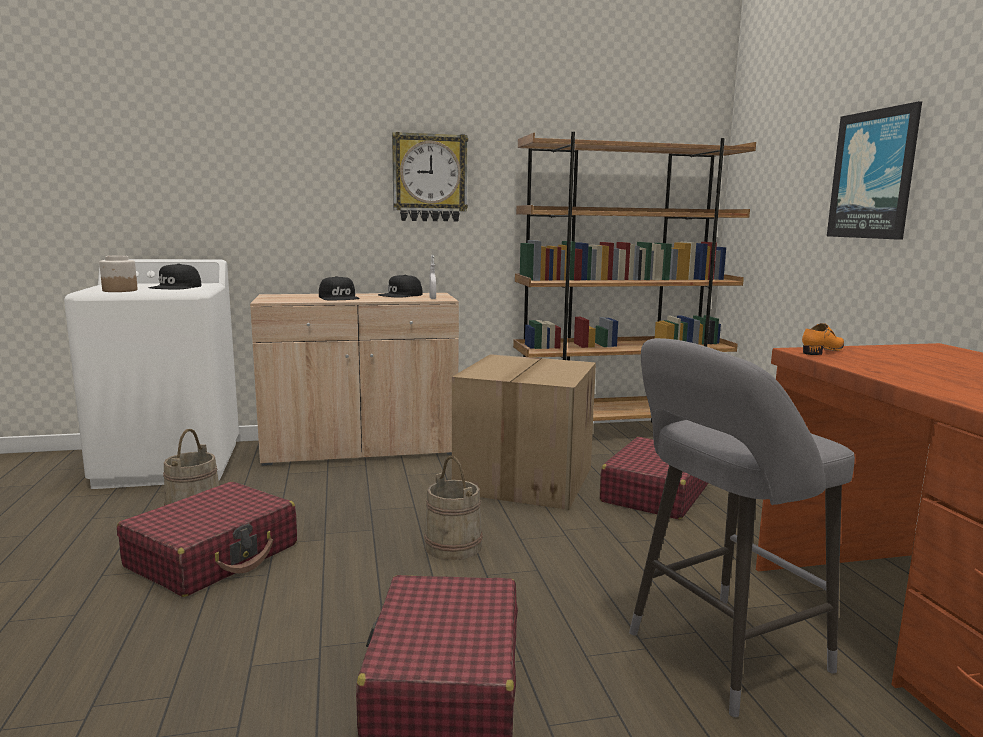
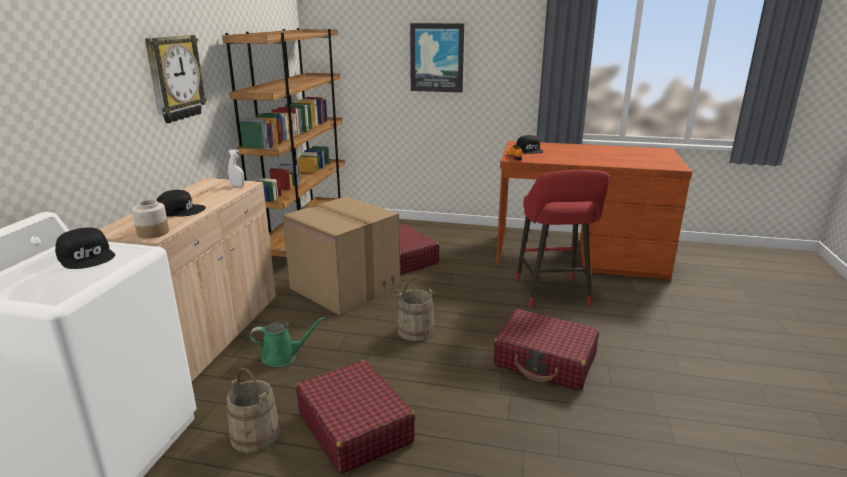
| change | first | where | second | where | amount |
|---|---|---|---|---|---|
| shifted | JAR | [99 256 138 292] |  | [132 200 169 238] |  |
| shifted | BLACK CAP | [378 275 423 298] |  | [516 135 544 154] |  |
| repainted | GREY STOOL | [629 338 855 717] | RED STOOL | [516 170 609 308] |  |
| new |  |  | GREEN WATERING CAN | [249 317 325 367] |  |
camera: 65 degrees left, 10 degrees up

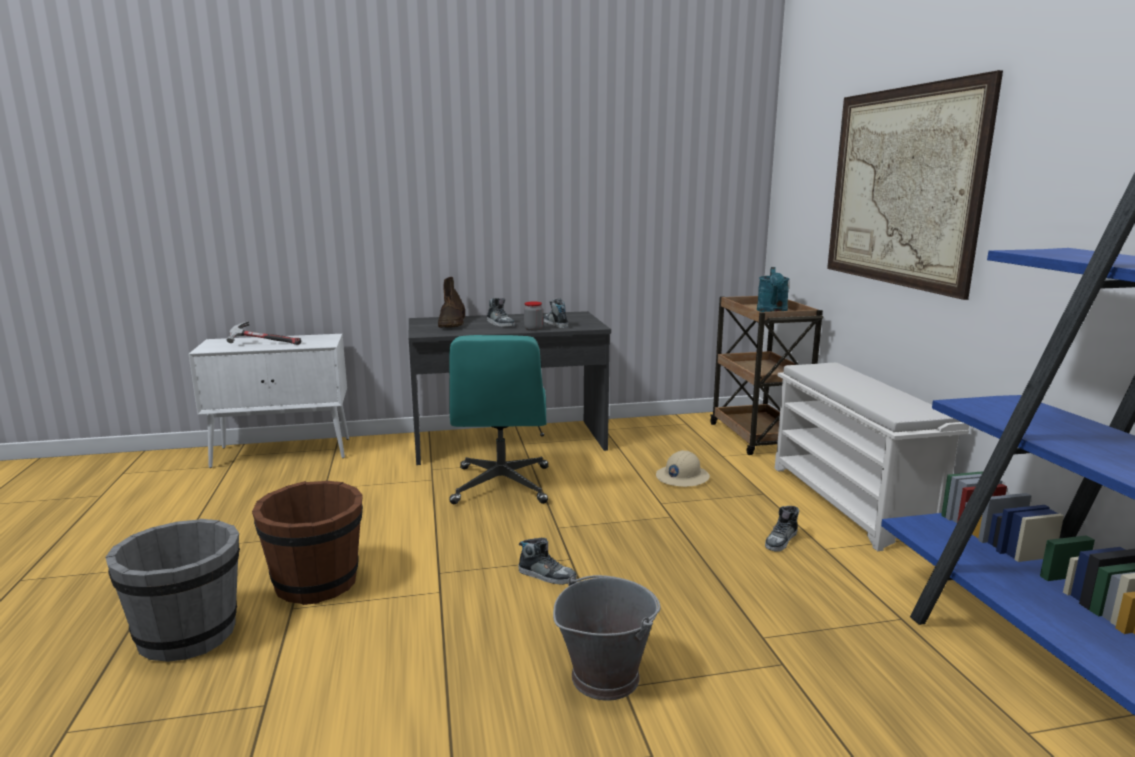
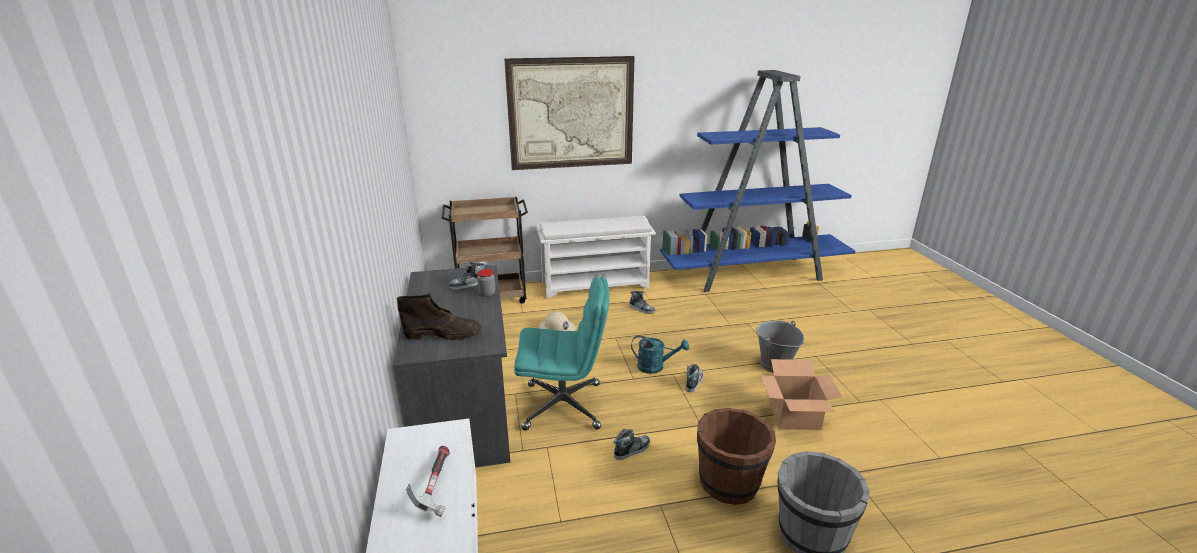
| change | first | where | second | where | amount |
|---|---|---|---|---|---|
| shifted | SHOE | [487 298 515 327] |  | [613 428 650 460] |  |
| shifted | TURQUOISE WATERING CAN | [757 267 789 312] |  | [631 335 689 374] |  |
| new |  |  | CARDBOARD BOX | [761 359 842 430] |  |
camera: 90 degrees left, 10 degrees up

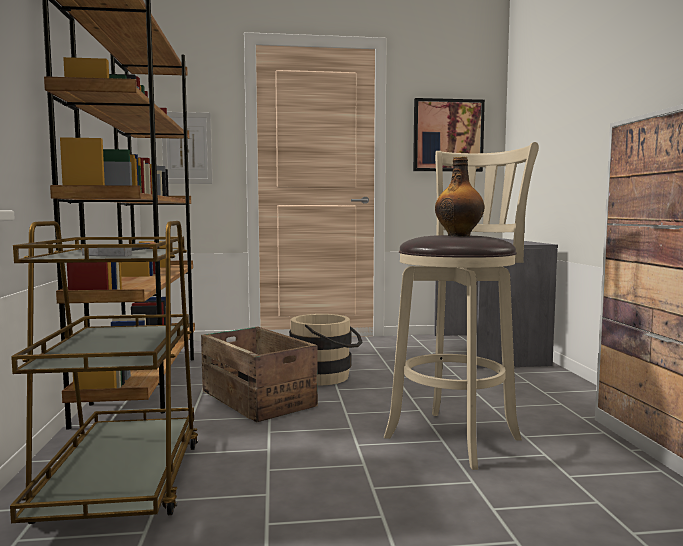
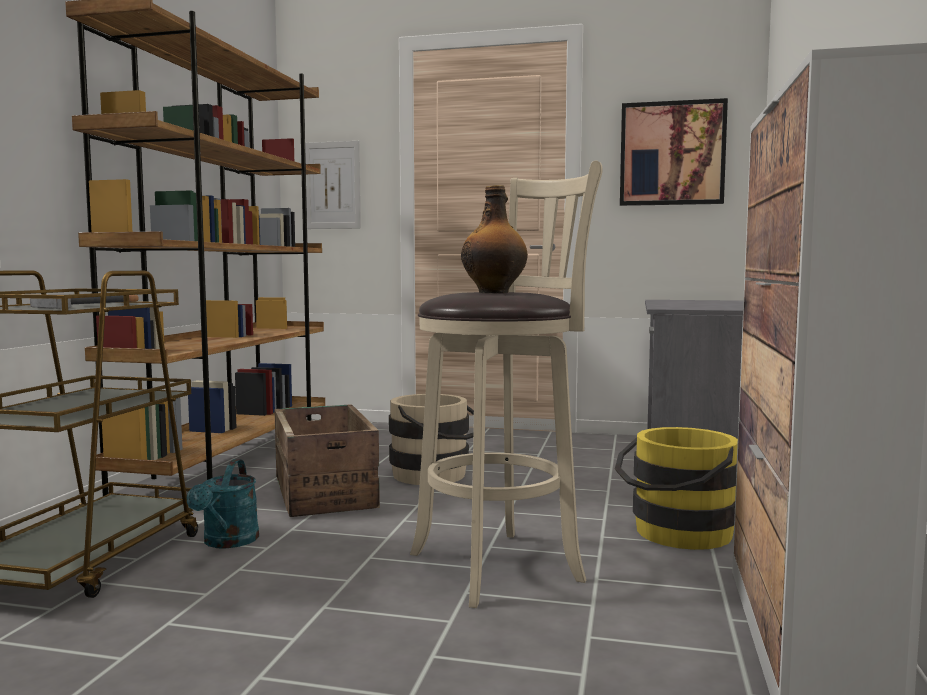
| change | first | where | second | where | amount |
|---|---|---|---|---|---|
| new |  |  | TURQUOISE WATERING CAN | [187 459 259 548] |  |
| new |  |  | YELLOW BUCKET | [615 427 738 550] |  |
camera: 20 degrees right, 0 degrees up

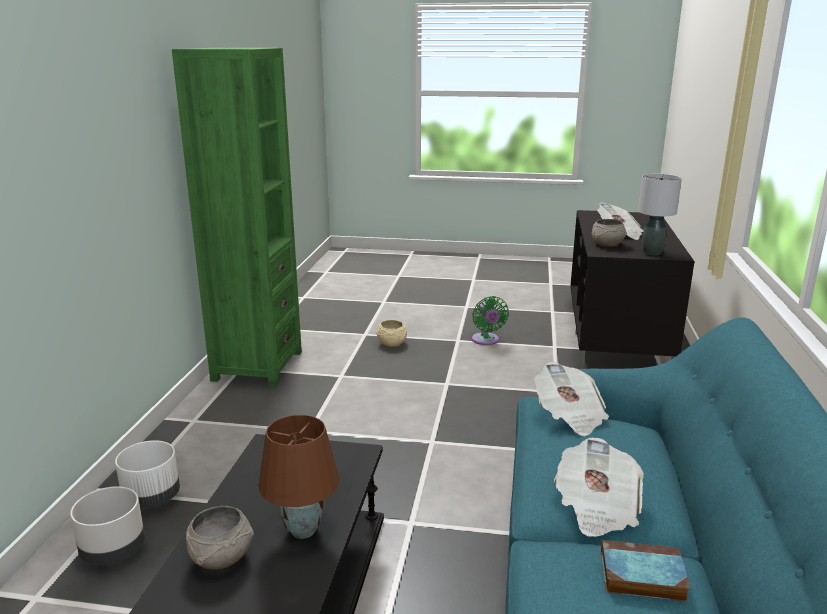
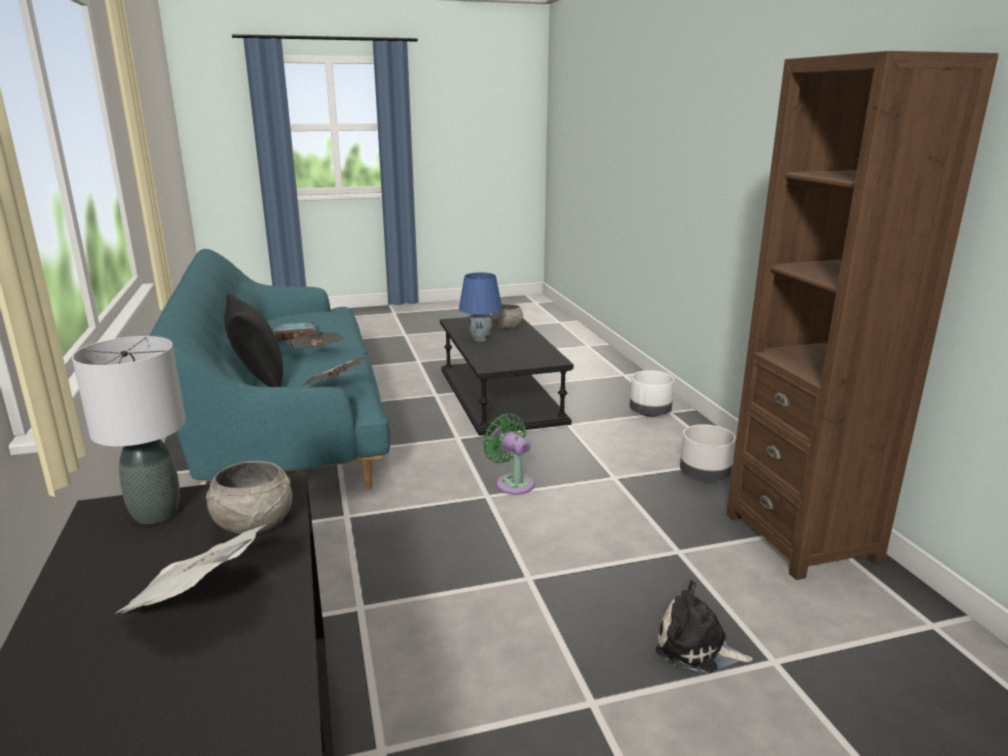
| change | first | where | second | where | amount |
|---|---|---|---|---|---|
| shifted | GREY PLANTER | [70 486 145 565] |  | [680 424 736 482] |  |
| repainted | GREEN BOOKCASE | [172 48 302 387] | BROWN BOOKCASE | [726 51 999 580] |  |
| repainted | BROWN TABLE LAMP | [258 415 340 539] | BLUE TABLE LAMP | [459 272 502 342] |  |
| swapped | BEIGE BOWL | [377 320 407 347] | PLUSH TOY | [656 580 753 673] |  |
| shifted | GREEN FAN | [472 296 509 345] |  | [482 413 535 495] |  |
| new |  |  | BLACK PILLOW | [224 294 283 387] |  |
camera: 155 degrees right, 0 degrees up

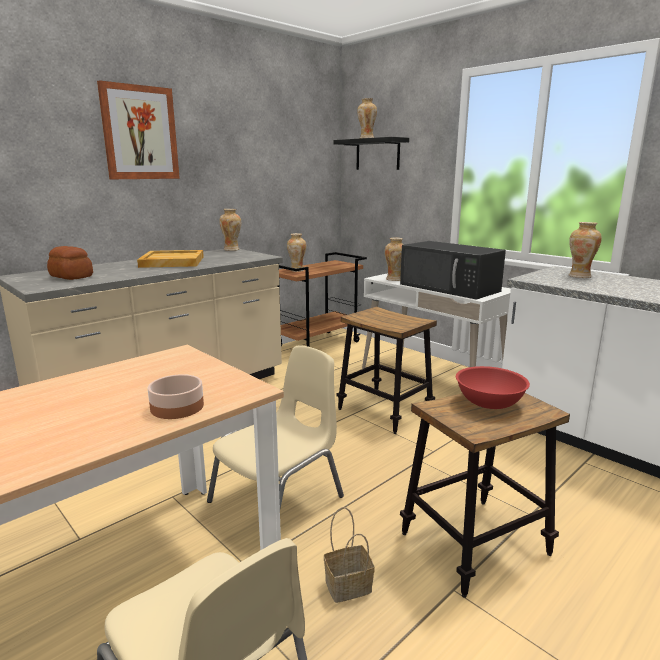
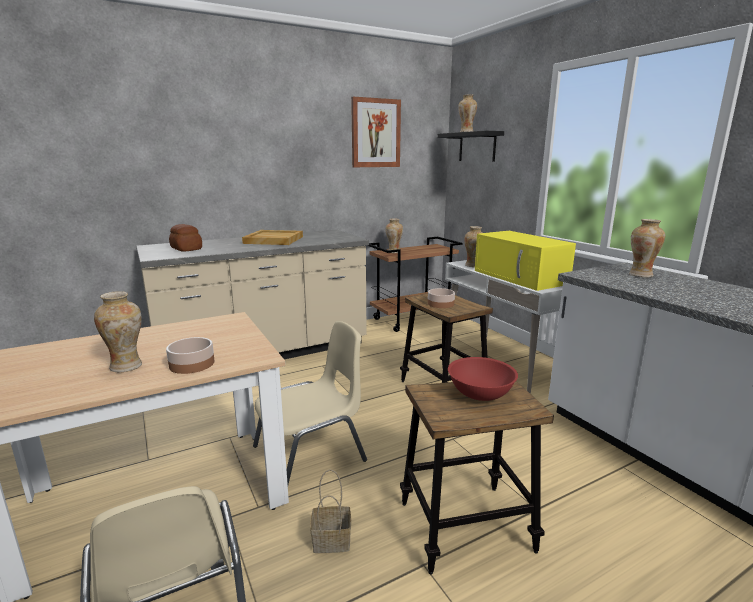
| change | first | where | second | where | amount |
|---|---|---|---|---|---|
| shifted | PICTURE | [97 80 180 179] |  | [351 97 401 167] |  |
| shifted | VASE | [219 209 241 251] |  | [94 291 142 372] |  |
| repainted | BLACK MICROWAVE | [400 241 506 300] | YELLOW MICROWAVE | [475 231 576 291] |  |
| new |  |  | BOWL | [428 288 455 308] |  |
camera: 15 degrees right, 0 degrees up

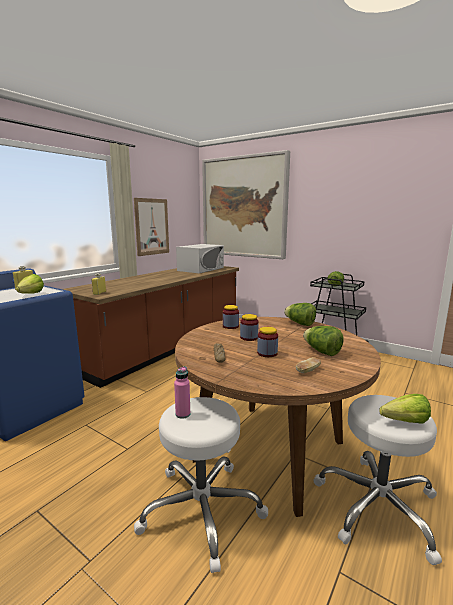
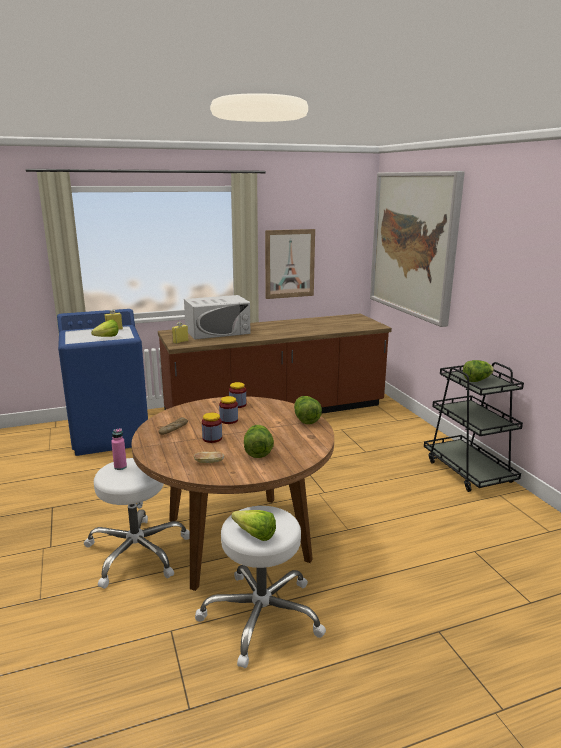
| change | first | where | second | where | amount |
|---|---|---|---|---|---|
| shifted | WHITE MICROWAVE | [176 244 224 273] |  | [184 295 250 340] |  |
camera: 35 degrees right, 5 degrees up

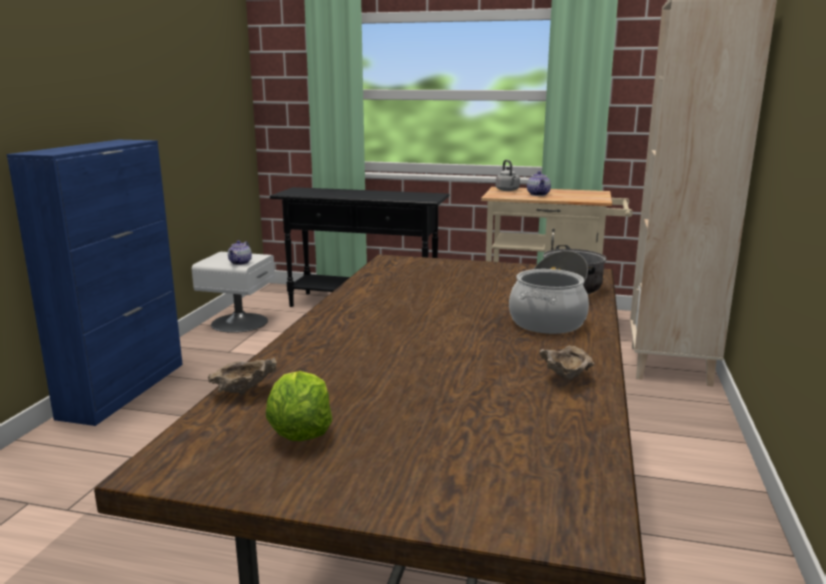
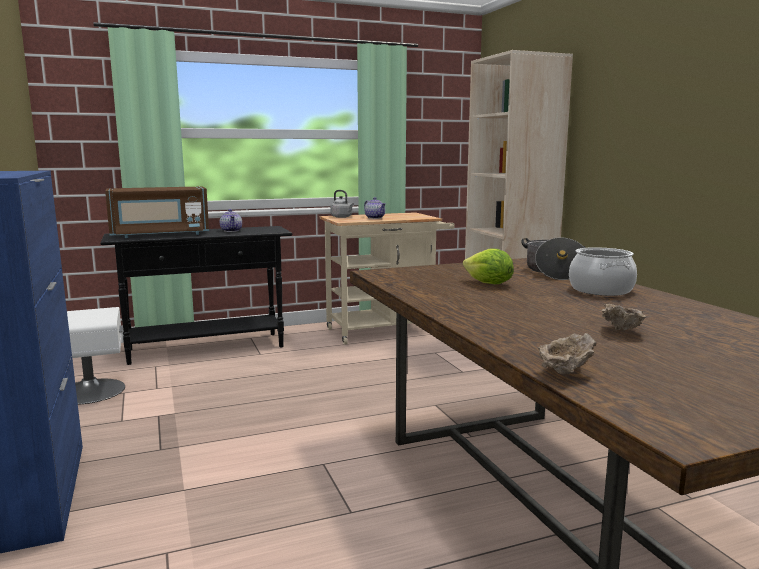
| change | first | where | second | where | amount |
|---|---|---|---|---|---|
| shifted | TEAPOT | [228 240 252 265] |  | [220 209 242 232] |  |
| shifted | LETTUCE | [266 371 332 441] |  | [463 249 514 284] |  |
| shifted | BEIGE BOWL | [540 345 594 380] |  | [602 304 646 330] |  |
| new |  |  | BROWN MICROWAVE | [105 187 209 238] |  |
camera: 35 degrees left, 5 degrees down

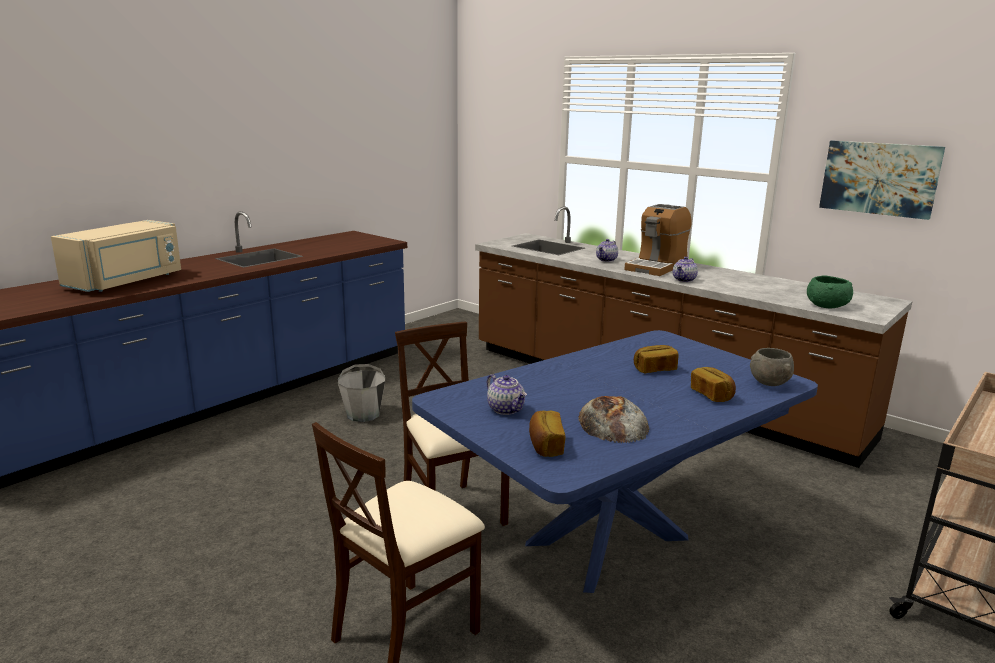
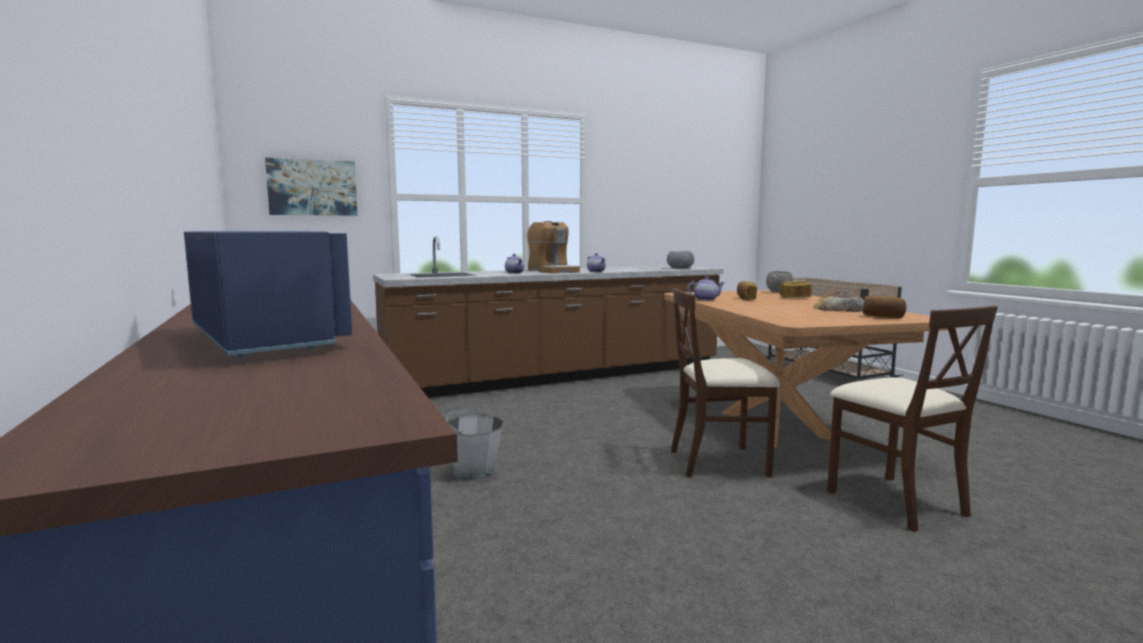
| change | first | where | second | where | amount |
|---|---|---|---|---|---|
| repainted | BEIGE MICROWAVE | [51 220 181 292] | BLUE MICROWAVE | [184 231 352 358] |  |
| repainted | BLUE DINING TABLE | [412 330 818 593] | BROWN DINING TABLE | [664 290 948 448] |  |
| shifted | TEAPOT | [487 374 527 415] |  | [688 277 725 301] |  |
| repainted | GREEN BOWL | [807 275 853 309] | GREY BOWL | [667 251 694 269] |  |
| shifted | PICTURE | [819 140 945 220] |  | [265 158 358 216] |  |
camera: 65 degrees left, 10 degrees down

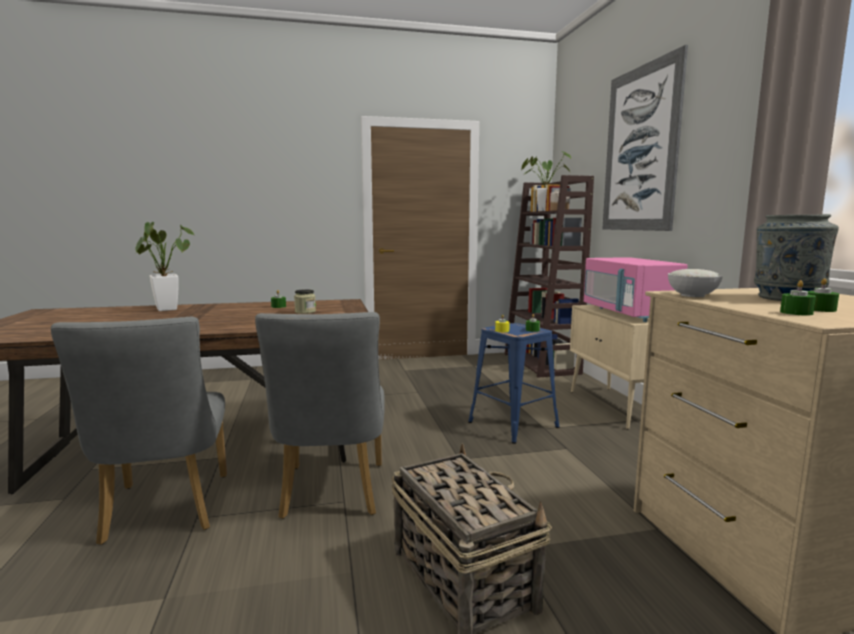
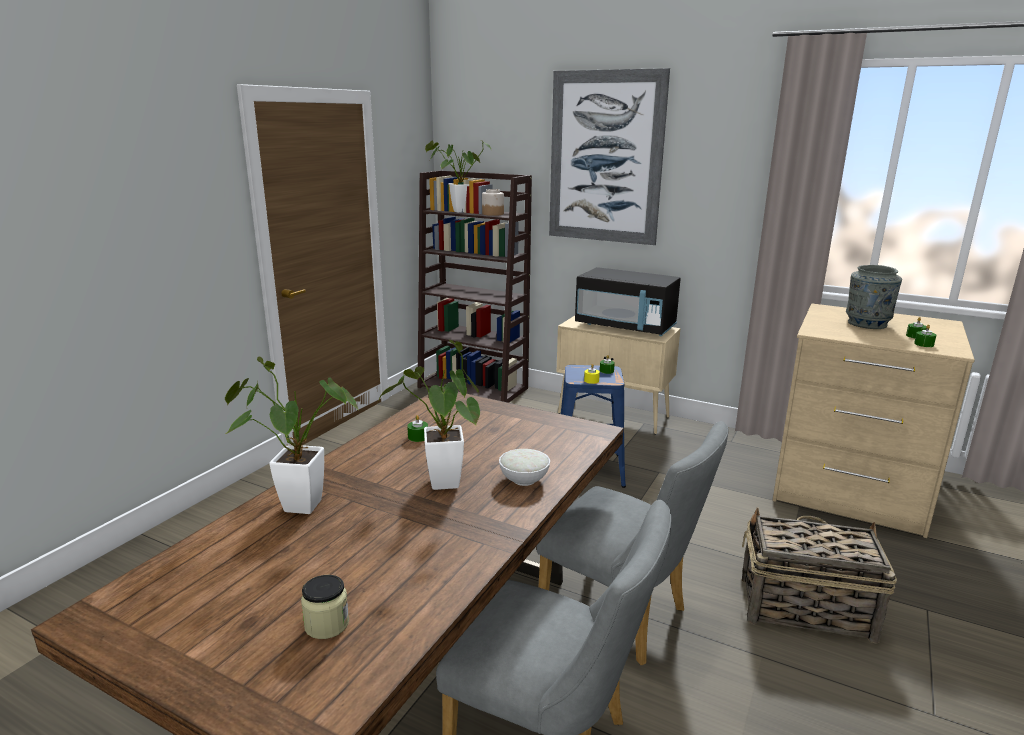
| change | first | where | second | where | amount |
|---|---|---|---|---|---|
| shifted | JAR | [294 289 316 314] |  | [301 575 349 639] |  |
| repainted | PINK MICROWAVE | [584 257 688 322] | BLACK MICROWAVE | [575 267 681 336] |  |
| shifted | WHITE BOWL | [668 269 723 297] |  | [499 449 550 486] |  |
| new |  |  | POTTED PLANT | [379 340 480 490] |  |
camera: 50 degrees left, 10 degrees up

